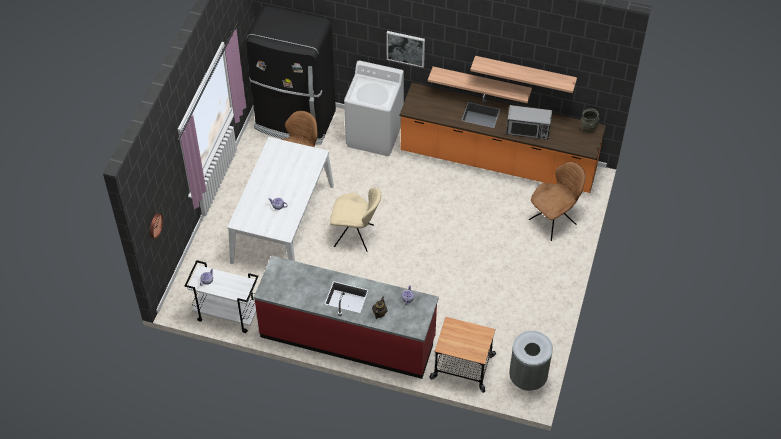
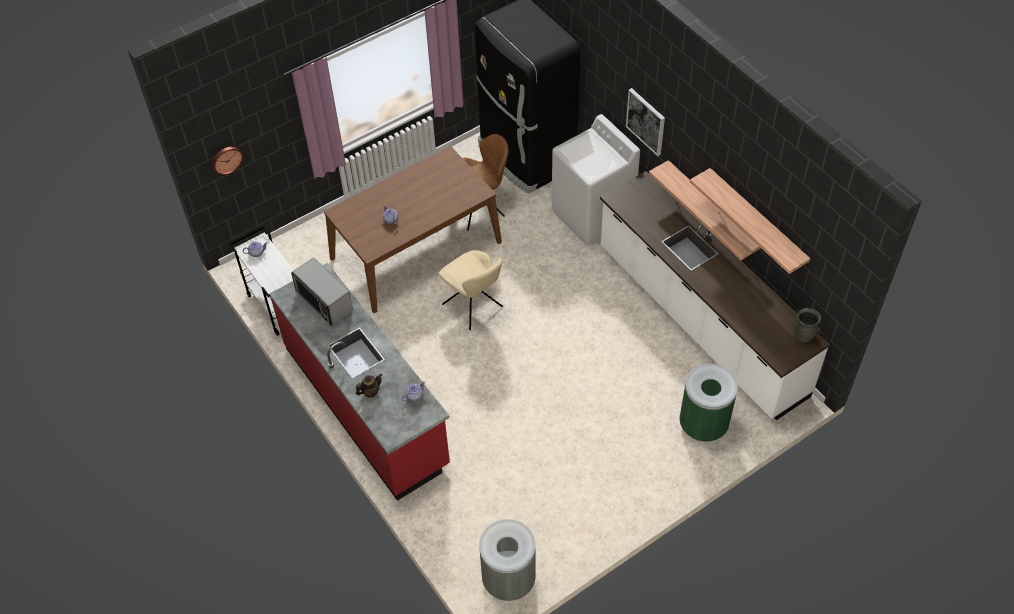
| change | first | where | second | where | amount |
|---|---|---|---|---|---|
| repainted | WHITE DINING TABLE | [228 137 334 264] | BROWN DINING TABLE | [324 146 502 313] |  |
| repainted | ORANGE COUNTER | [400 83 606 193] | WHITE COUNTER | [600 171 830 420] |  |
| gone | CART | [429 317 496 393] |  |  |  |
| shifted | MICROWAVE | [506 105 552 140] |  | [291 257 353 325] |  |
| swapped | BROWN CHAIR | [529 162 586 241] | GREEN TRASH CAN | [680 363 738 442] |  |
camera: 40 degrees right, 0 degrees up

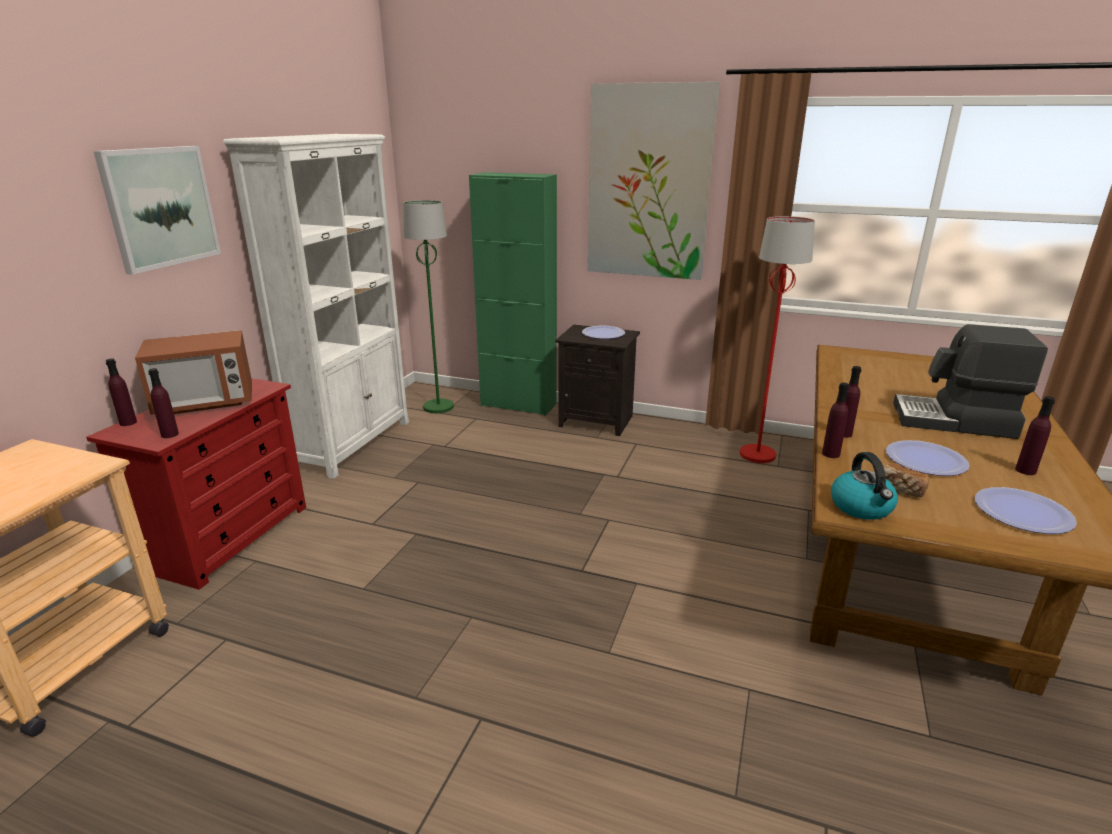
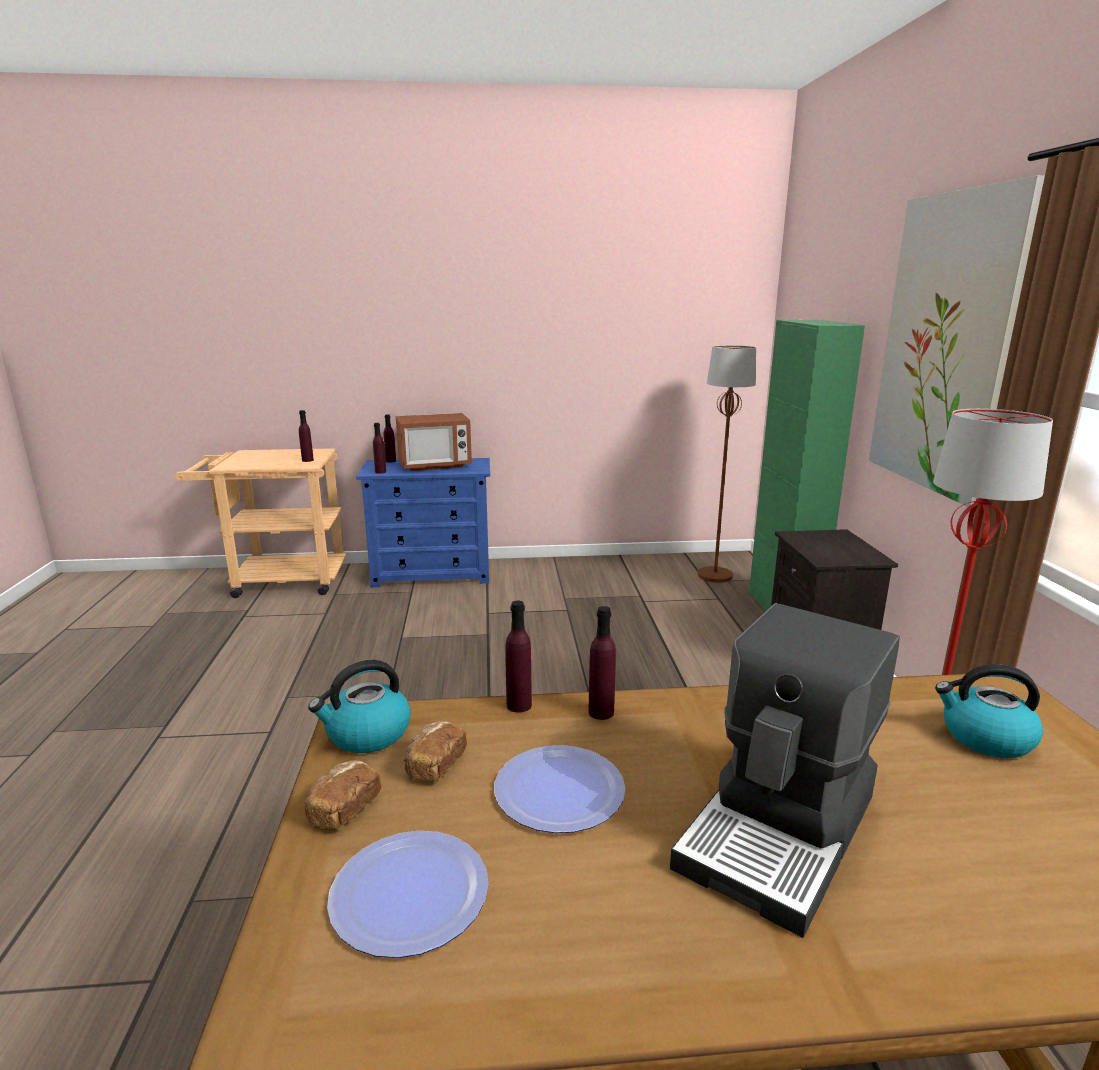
| change | first | where | second | where | amount |
|---|---|---|---|---|---|
| repainted | RED DRESSER | [86 378 306 590] | BLUE DRESSER | [356 458 490 587] |  |
| gone | PICTURE | [93 146 221 275] |  |  |  |
| rotated | MICROWAVE | [135 330 252 415] |  | [396 413 472 471] | 60 degrees counterclockwise |
| gone | WHITE BOOKCASE | [223 134 409 479] |  |  |  |
| repainted | GREEN FLOOR LAMP | [403 200 454 413] | BROWN FLOOR LAMP | [698 345 756 583] |  |
| gone | PLATE | [582 326 625 339] |  |  |  |
| rotated | COFFEE MACHINE | [893 324 1048 439] |  | [670 603 900 938] | 135 degrees counterclockwise |
| shifted | PURPLE BOTTLE | [1015 396 1055 475] |  | [299 410 314 462] |  |
| new |  |  | BREAD | [305 760 381 829] |  |
| new |  |  | KETTLE | [935 664 1043 758] |  |
camera: 65 degrees right, 5 degrees down

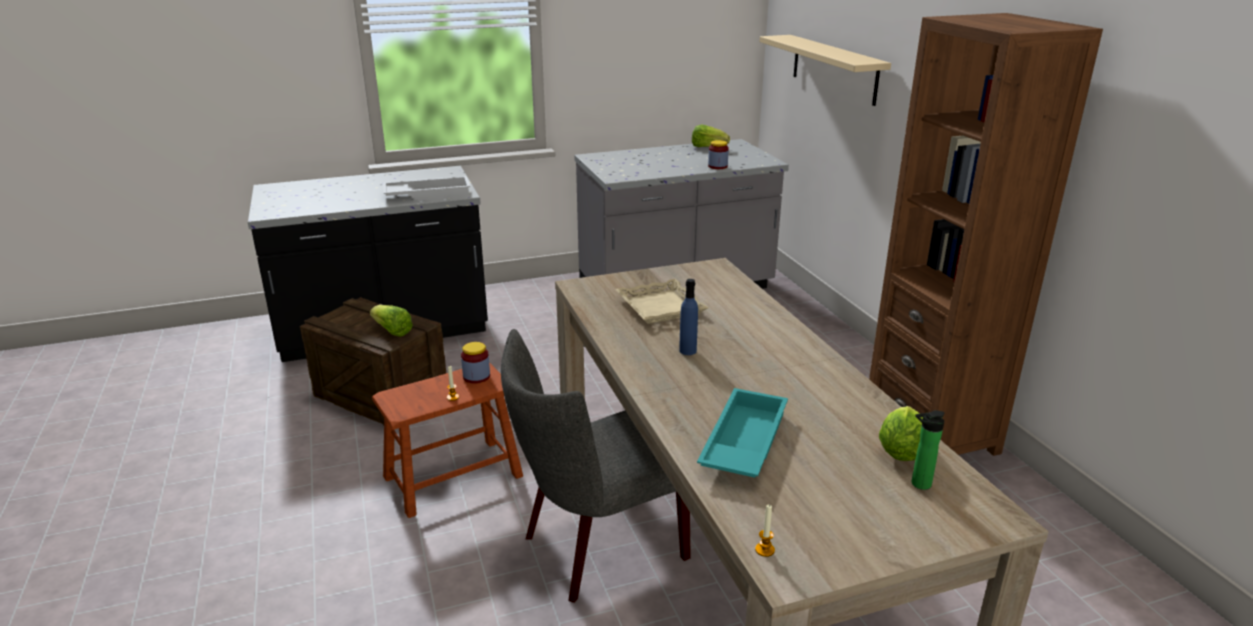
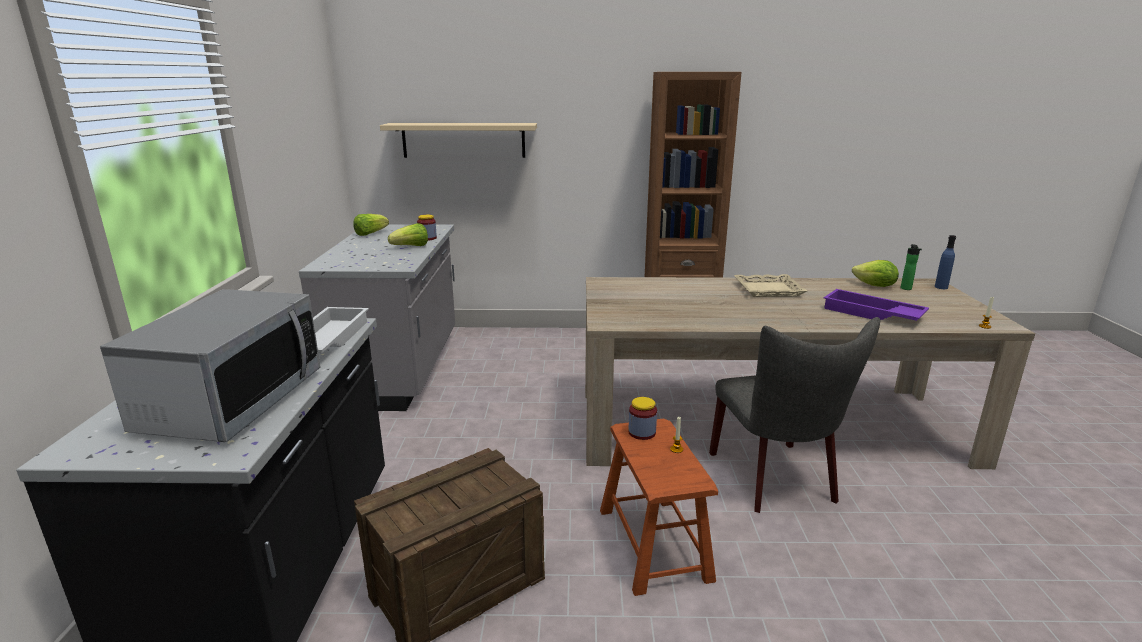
| change | first | where | second | where | amount |
|---|---|---|---|---|---|
| shifted | LETTUCE | [370 305 413 337] |  | [388 223 428 246] |  |
| shifted | BEIGE TRAY | [615 279 708 324] |  | [734 274 807 297] |  |
| shifted | BLUE BOTTLE | [679 279 698 355] |  | [935 235 956 289] |  |
| repainted | TURQUOISE TRAY | [697 388 788 478] | PURPLE TRAY | [824 289 929 321] |  |
| new |  |  | MICROWAVE | [100 289 321 442] |  |
camera: 70 degrees left, 5 degrees down

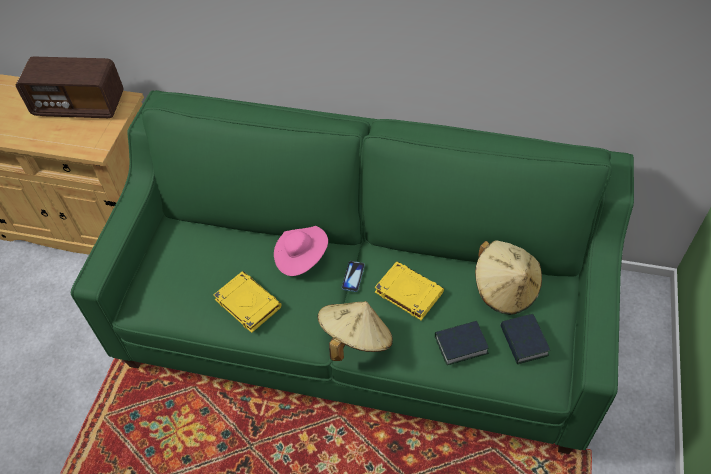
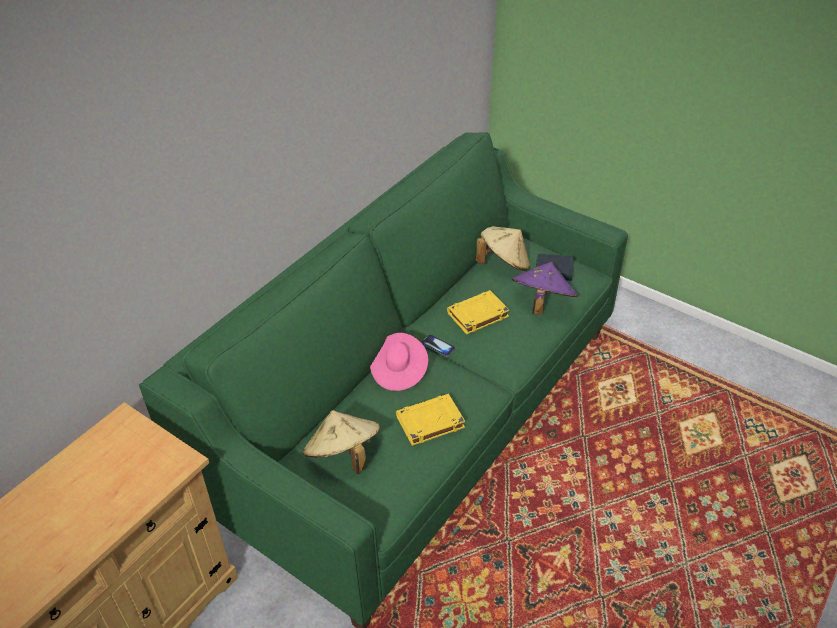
| change | first | where | second | where | amount |
|---|---|---|---|---|---|
| gone | RADIO | [16 56 124 118] |  |  |  |
| shifted | BEIGE HAT | [317 301 393 361] |  | [303 410 380 474] |  |
| swapped | BOOK | [435 321 489 365] | PURPLE HAT | [512 262 578 315] |  |
camera: 70 degrees left, 10 degrees down

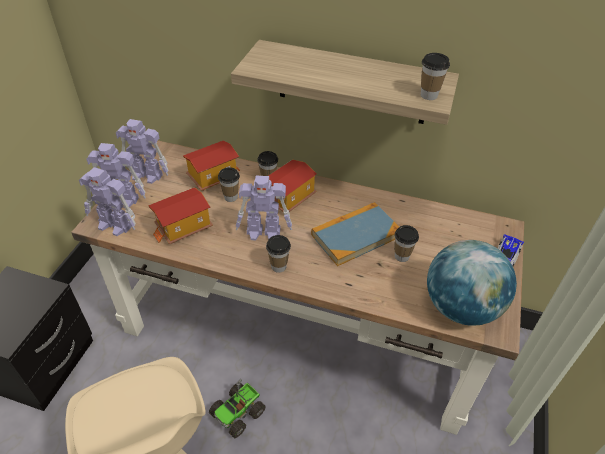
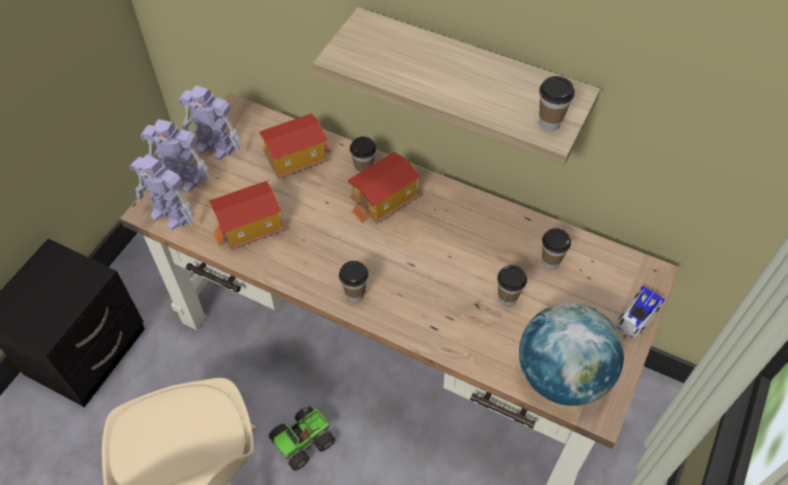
| change | first | where | second | where | amount |
|---|---|---|---|---|---|
| shifted | CUP | [218 167 240 202] |  | [542 228 571 269] |  |
| gone | TOY ROBOT | [236 176 292 240] |  |  |  |
| gone | BOOK | [311 202 399 266] |  |  |  |
camera: 10 degrees right, 10 degrees up

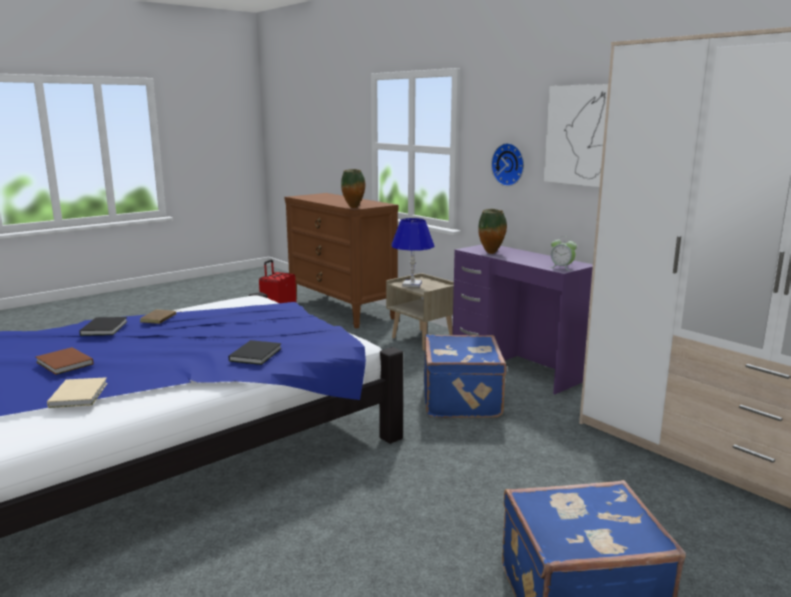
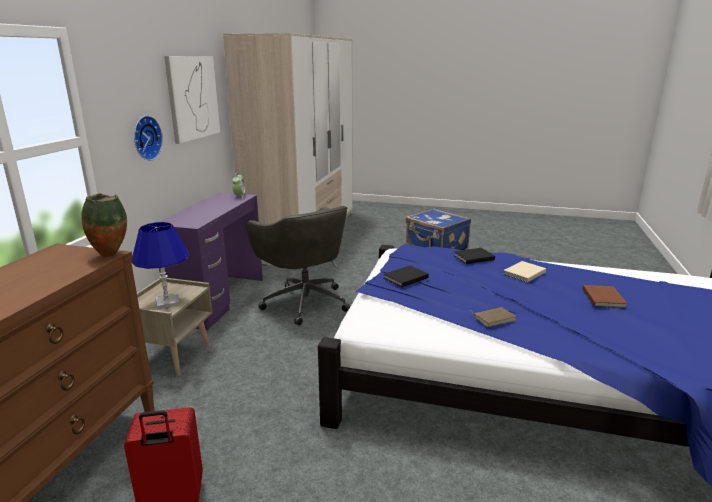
| change | first | where | second | where | amount |
|---|---|---|---|---|---|
| shifted | BEIGE BOOK | [47 377 108 408] |  | [503 261 546 282] |  |
| shifted | BLACK BOOK | [79 317 128 336] |  | [384 265 429 287] |  |
| swapped | BLUE SUITCASE | [424 335 508 418] | GREY OFFICE CHAIR | [246 206 350 325] |  |
| gone | VASE | [478 209 507 254] |  |  |  |
camera: 125 degrees left, 5 degrees up

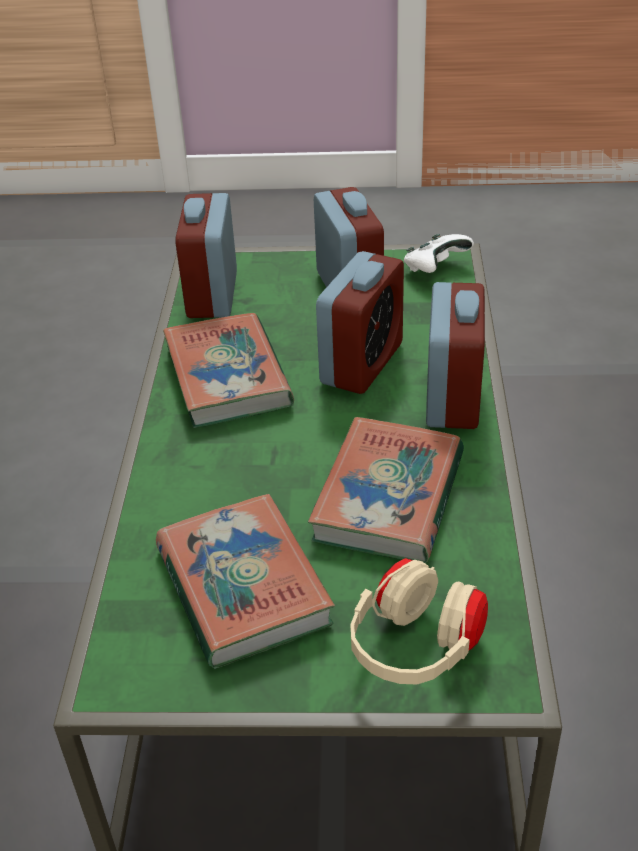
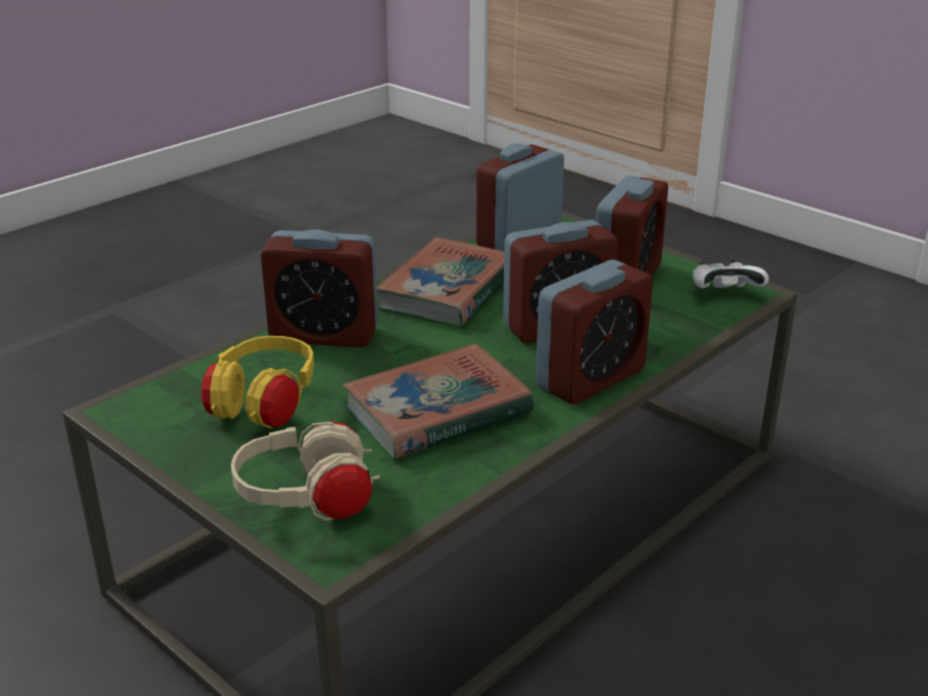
| change | first | where | second | where | amount |
|---|---|---|---|---|---|
| swapped | BOOK | [156 494 335 669] | YELLOW HEADPHONES | [201 336 314 428] |  |
| new |  |  | ALARM CLOCK | [261 229 378 348] |  |
camera: 40 degrees right, 10 degrees down

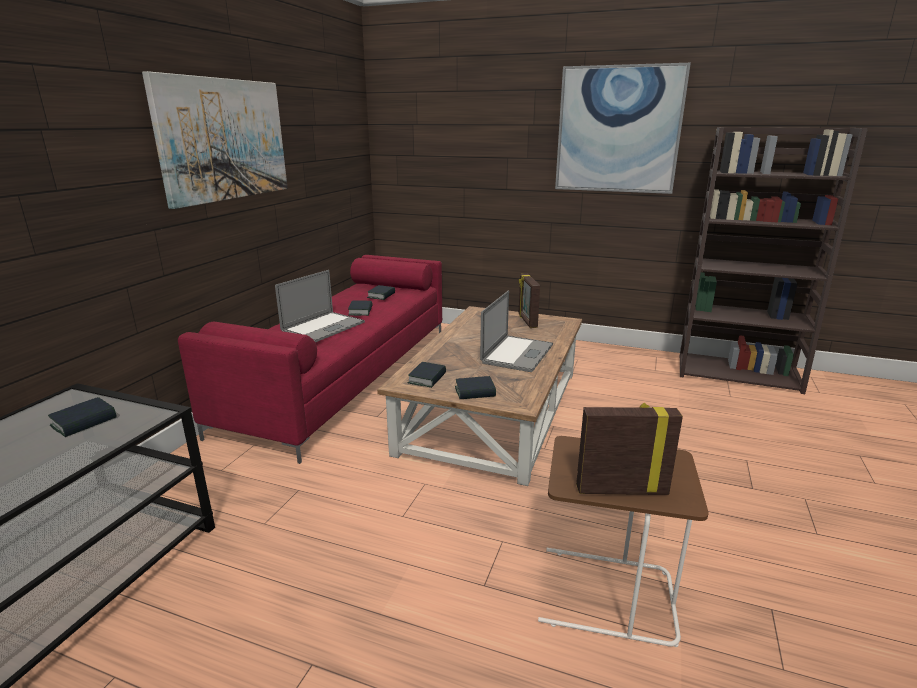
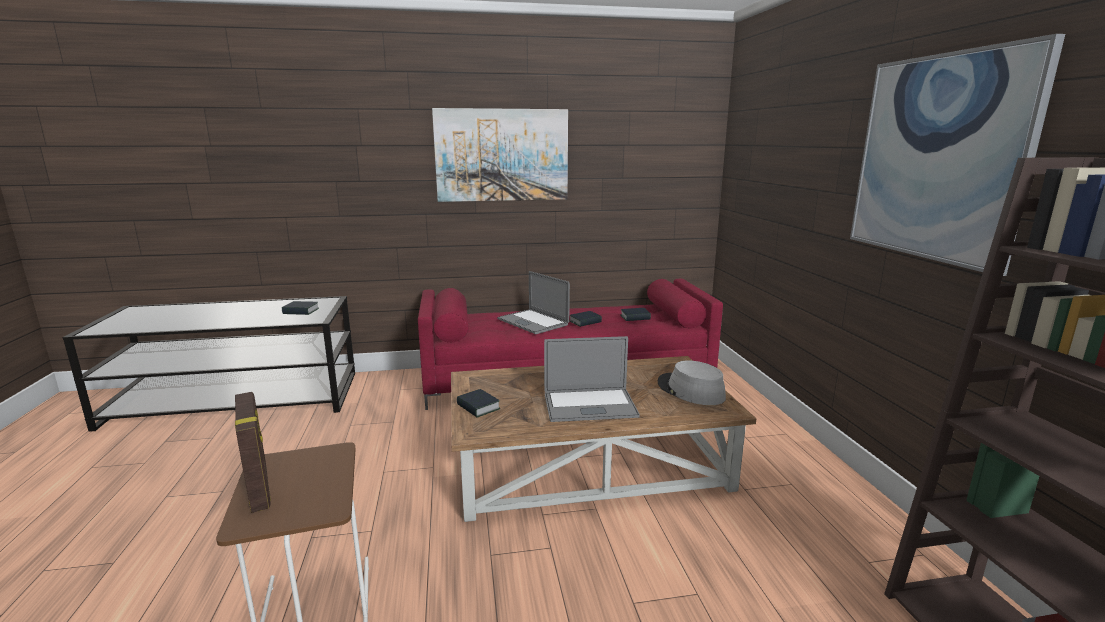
| change | first | where | second | where | amount |
|---|---|---|---|---|---|
| rotated | LAPTOP | [275 270 365 342] |  | [497 271 570 334] | 45 degrees clockwise |
| gone | BOOK | [408 362 446 388] |  |  |  |
| swapped | PICTURE FRAME | [519 274 540 328] | GREY HAT | [658 360 726 405] |  |
camera: 60 degrees right, 5 degrees down

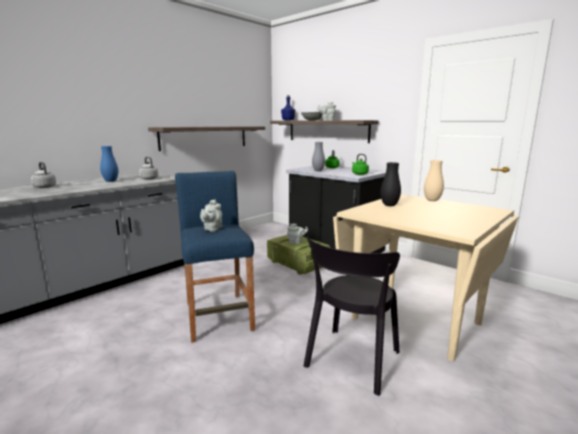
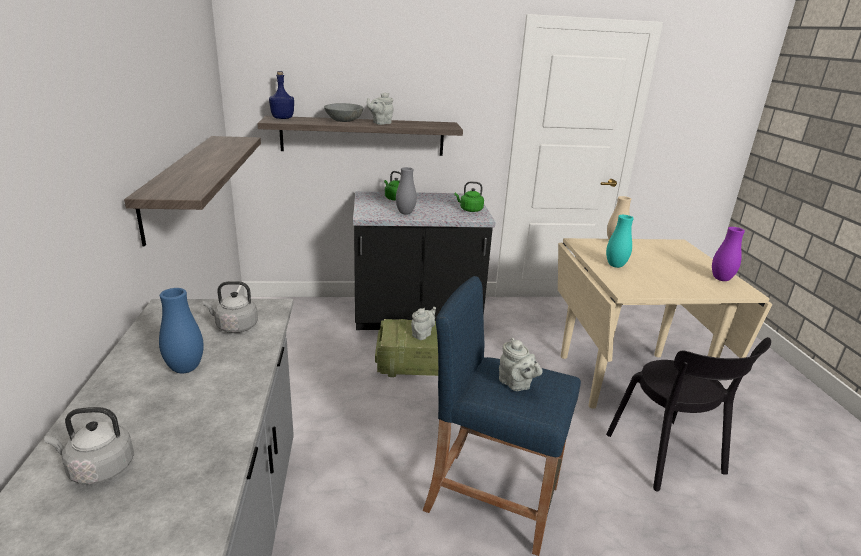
| change | first | where | second | where | amount |
|---|---|---|---|---|---|
| repainted | BLACK VASE | [381 162 401 206] | TURQUOISE VASE | [606 215 634 268] |  |
| new |  |  | PURPLE VASE | [712 227 745 281] |  |
camera: 50 degrees left, 10 degrees up

